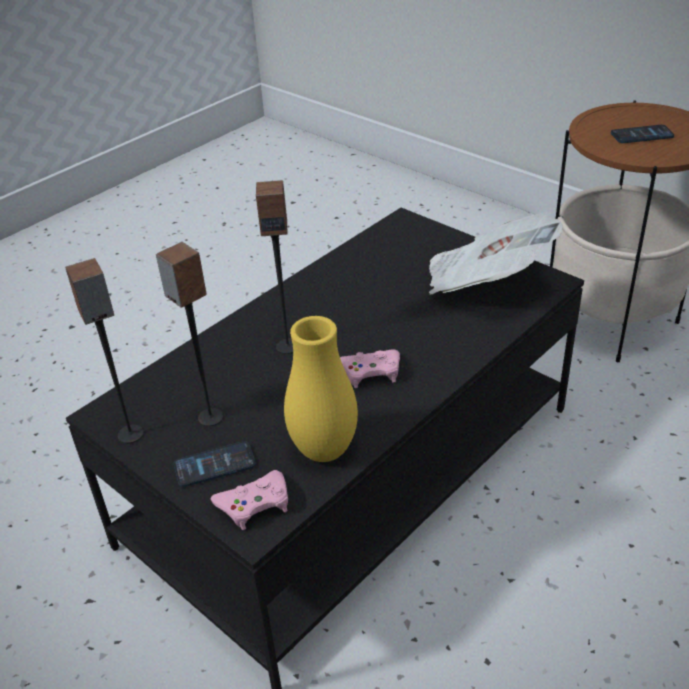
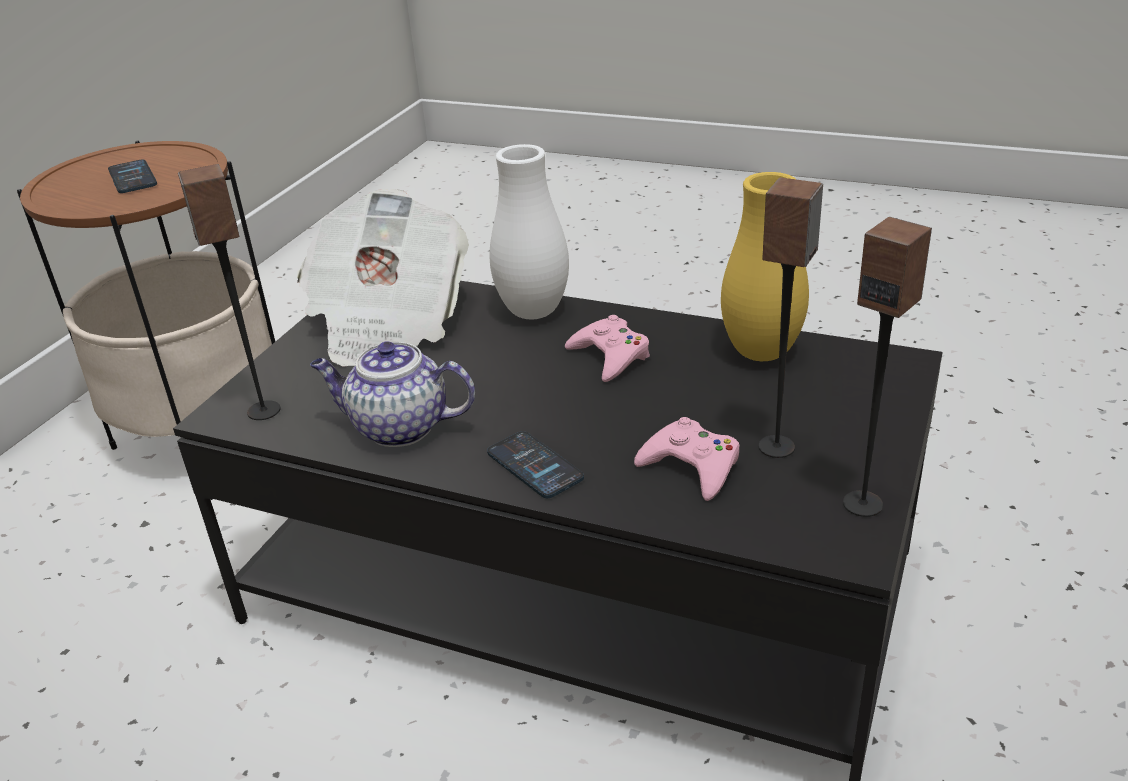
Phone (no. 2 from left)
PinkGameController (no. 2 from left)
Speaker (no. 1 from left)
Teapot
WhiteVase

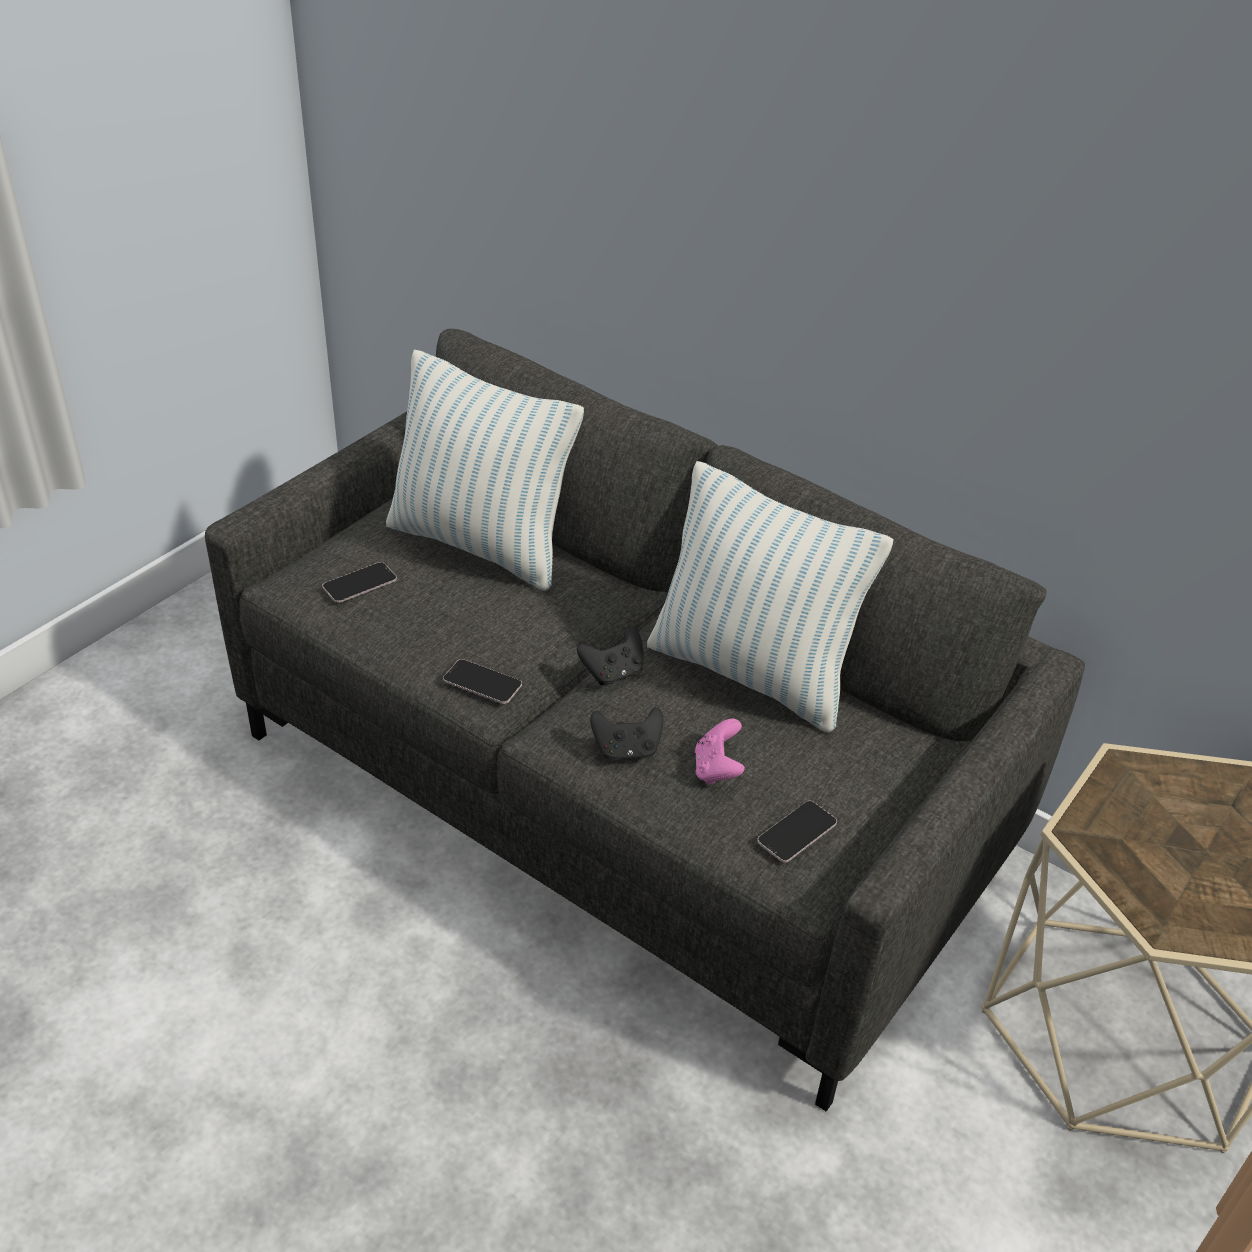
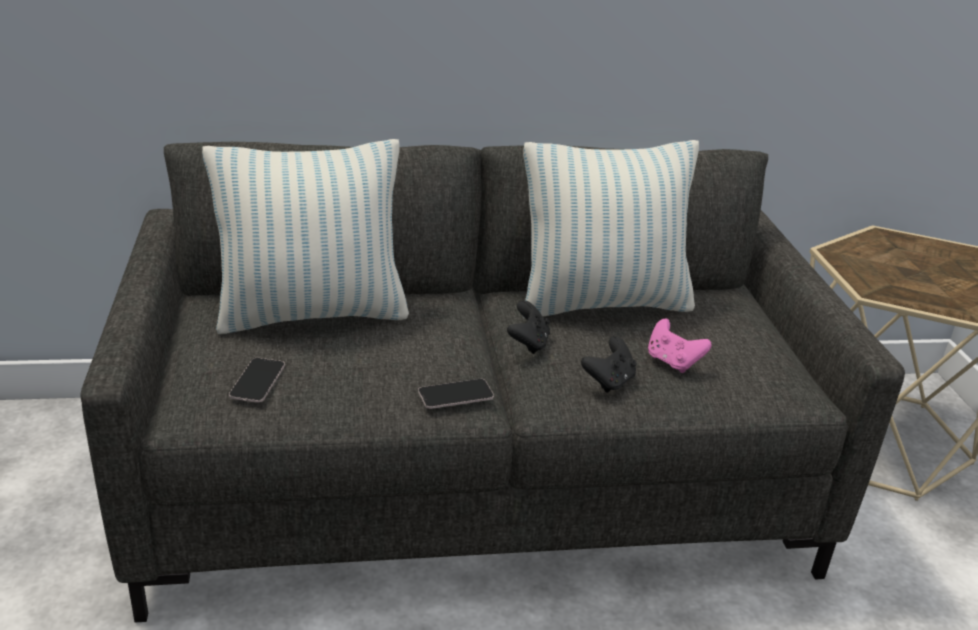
Phone (no. 3 from left in the first image)

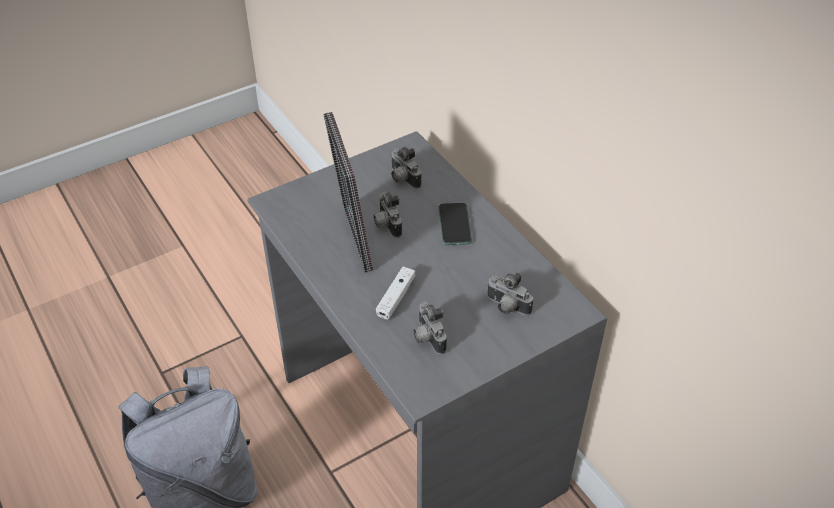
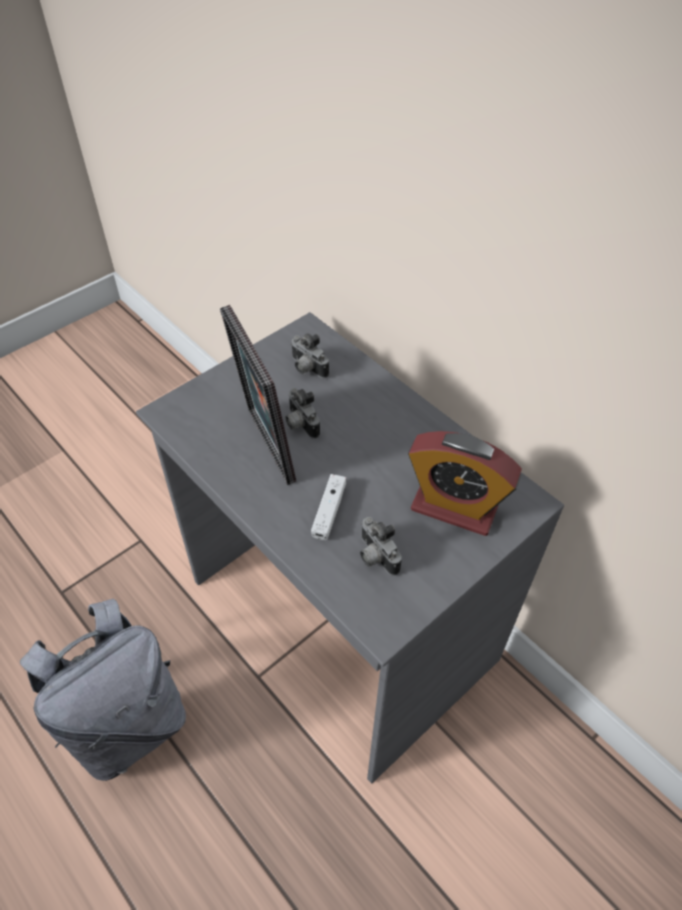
Phone
AlarmClock

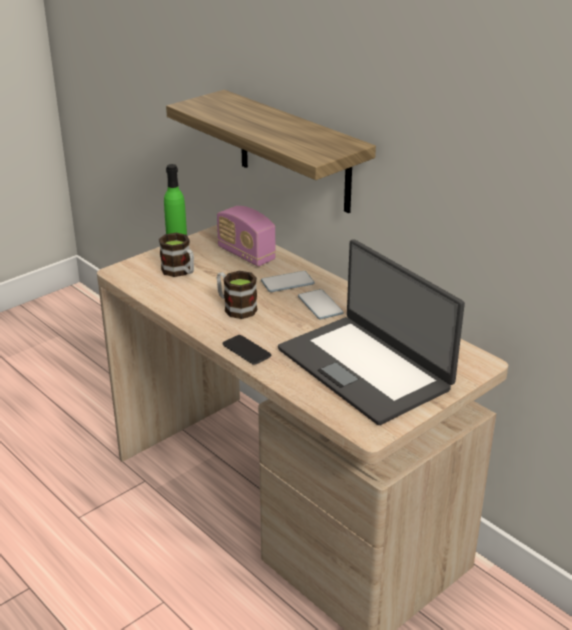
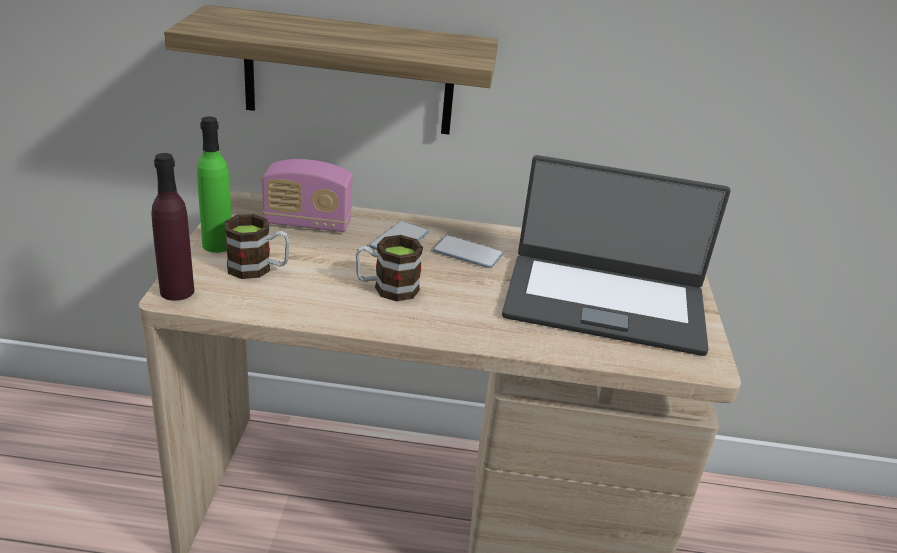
Phone (no. 1 from left in the first image)
PurpleBottle

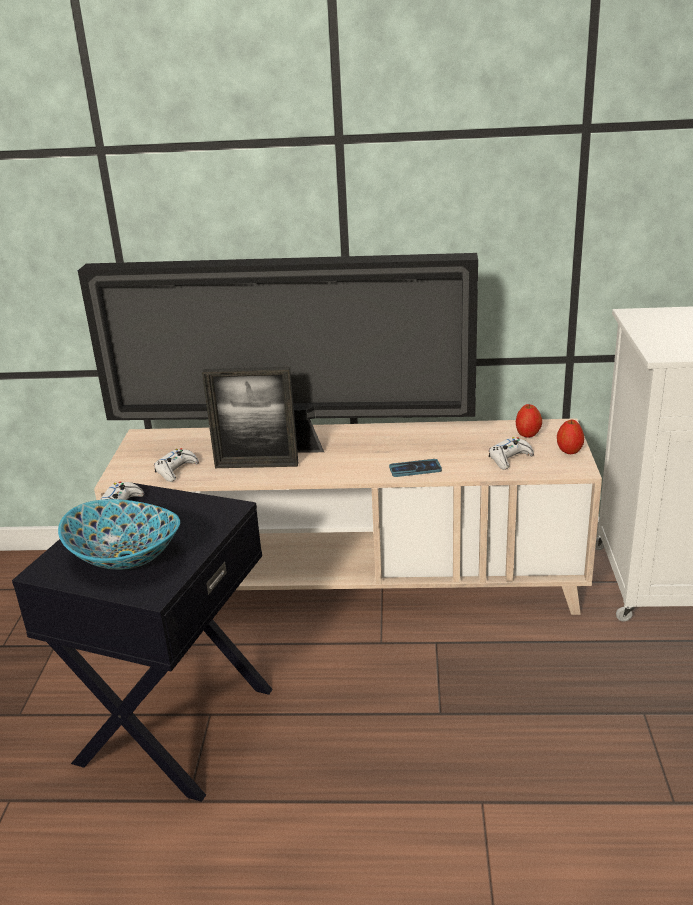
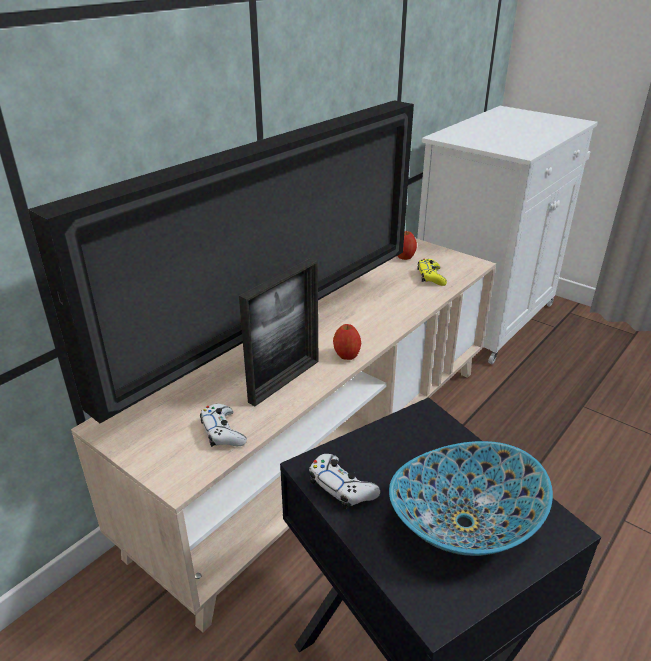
Phone
YellowGameController
Apple (no. 1 from left)

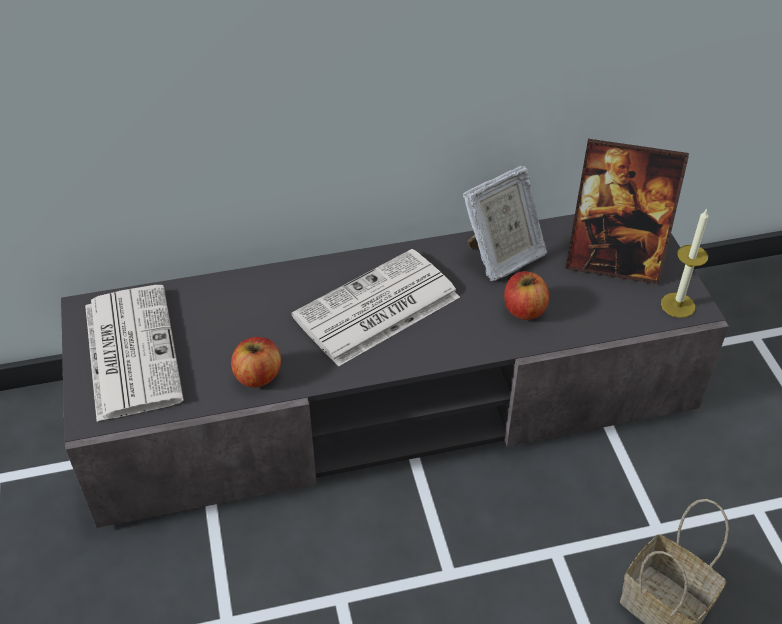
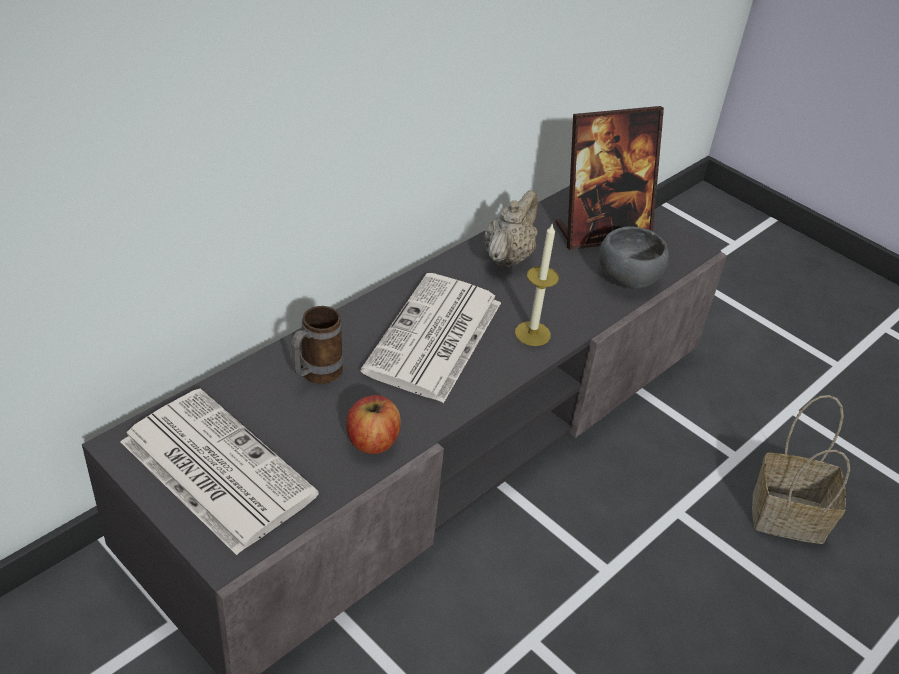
BeigeTeapot
Apple (no. 2 from left in the first image)
Candle
Mug
GreyBowl

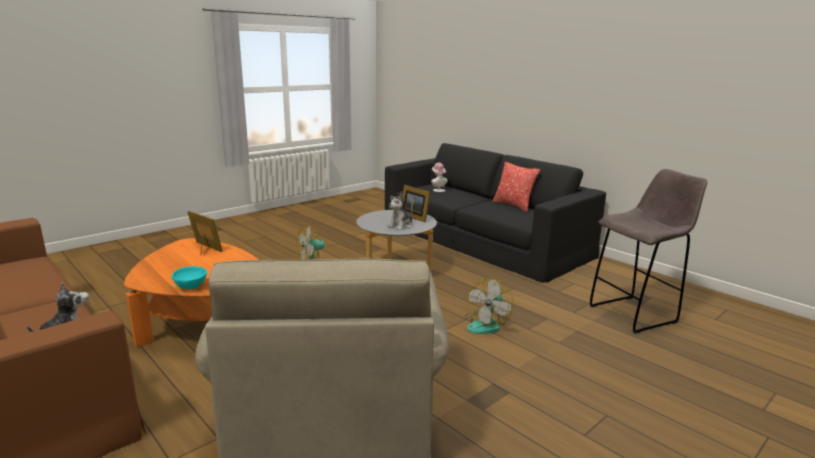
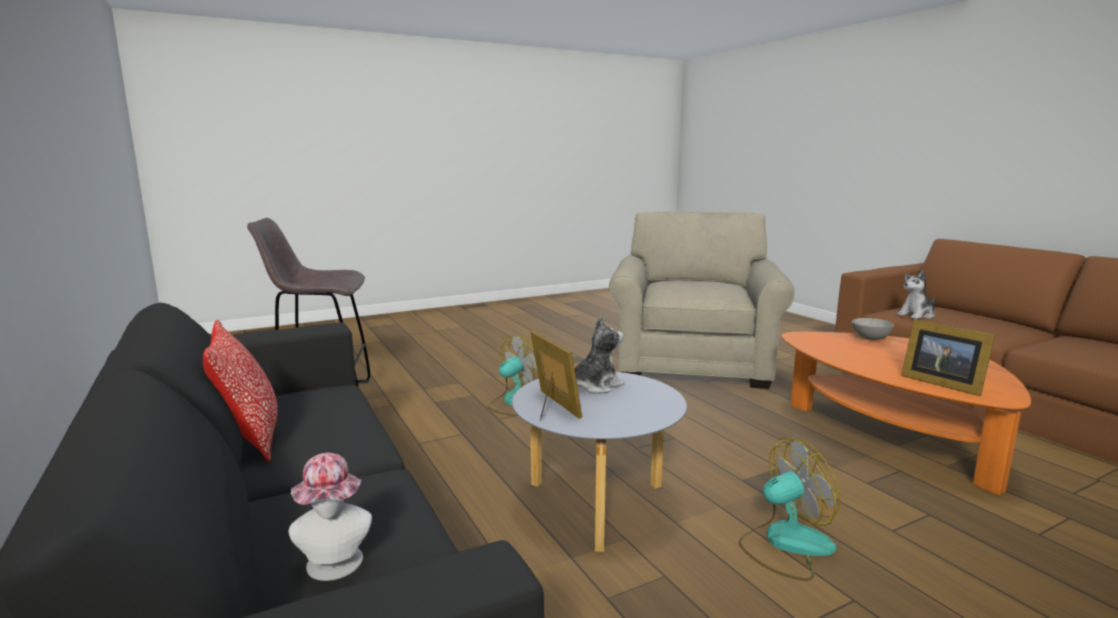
GreyBowl

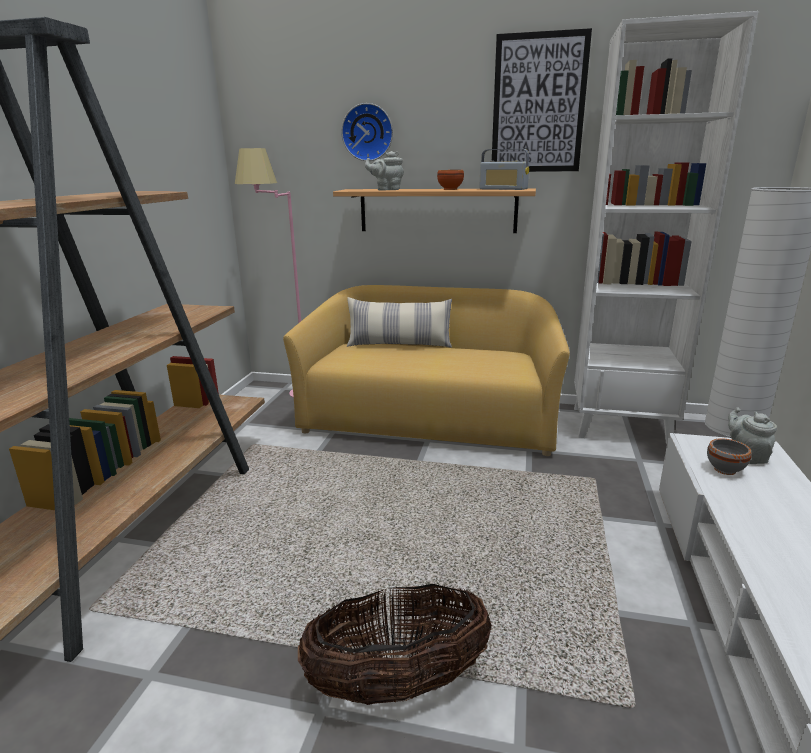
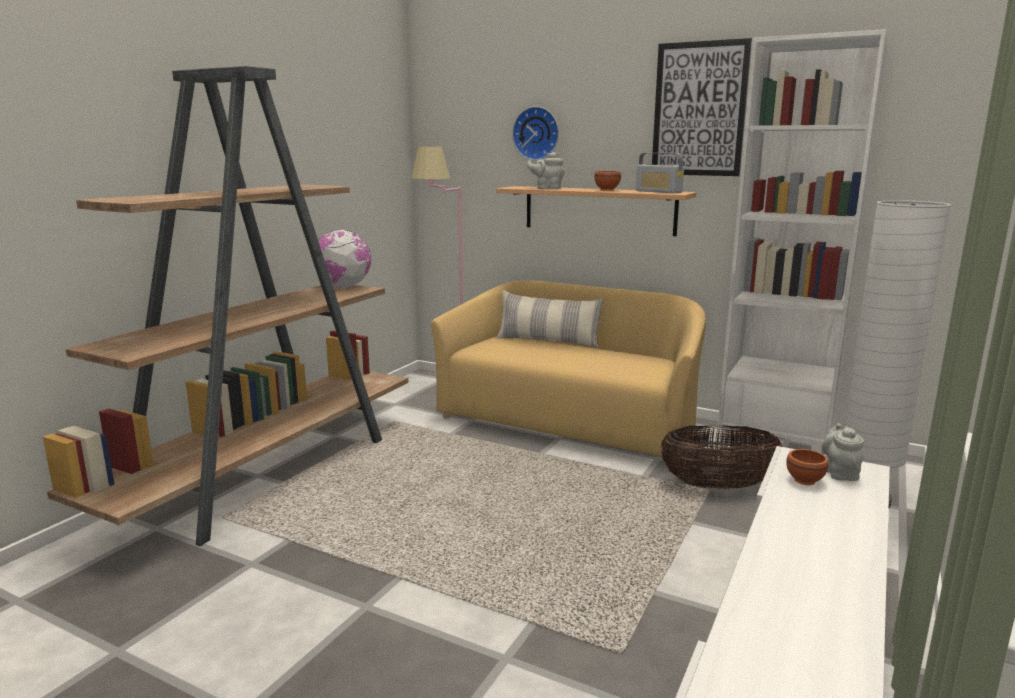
Basket
BrownBowl (no. 2 from left)
Globe

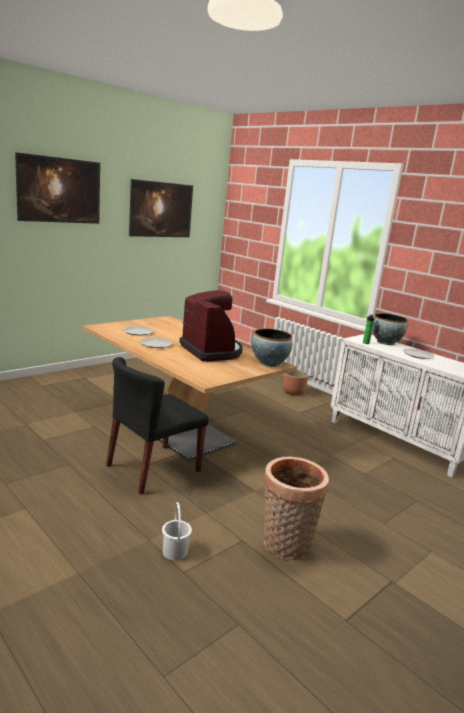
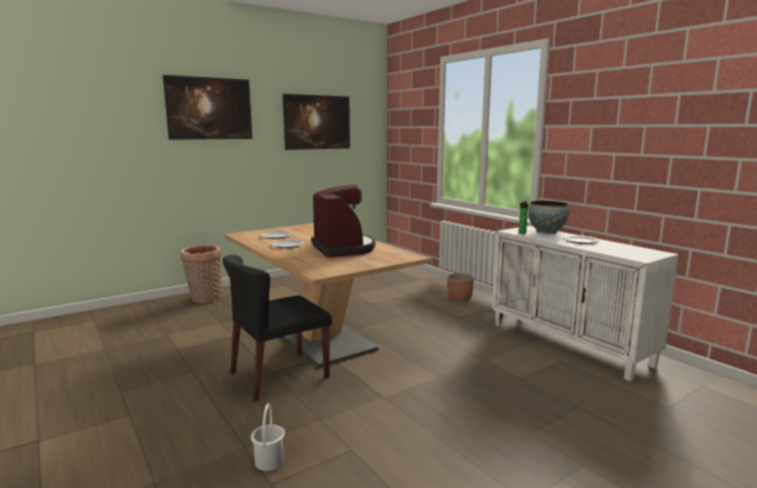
Bowl (no. 1 from left in the first image)
Basket

